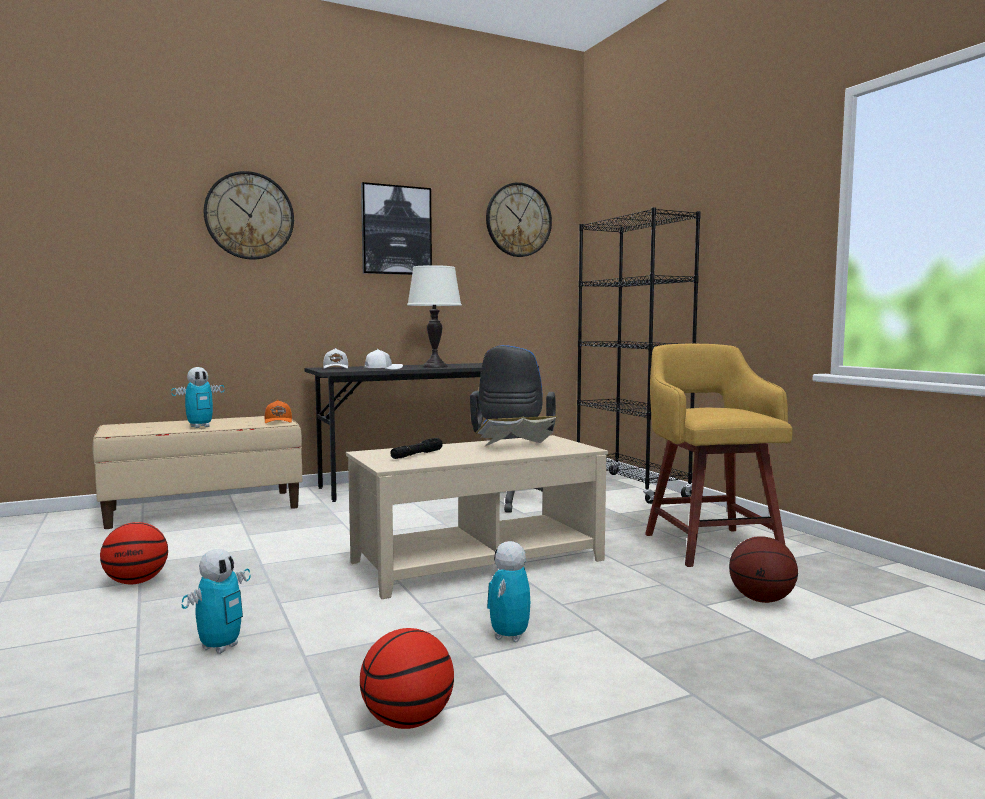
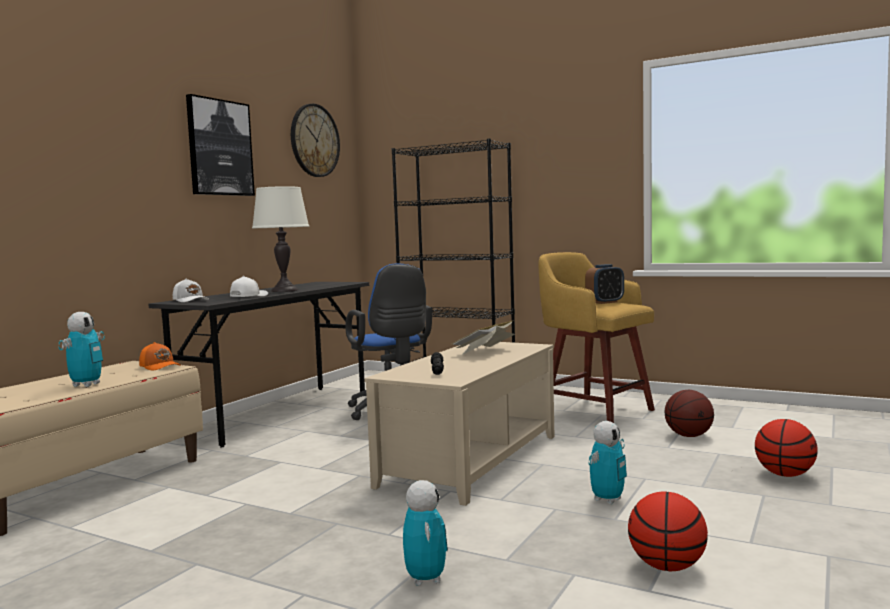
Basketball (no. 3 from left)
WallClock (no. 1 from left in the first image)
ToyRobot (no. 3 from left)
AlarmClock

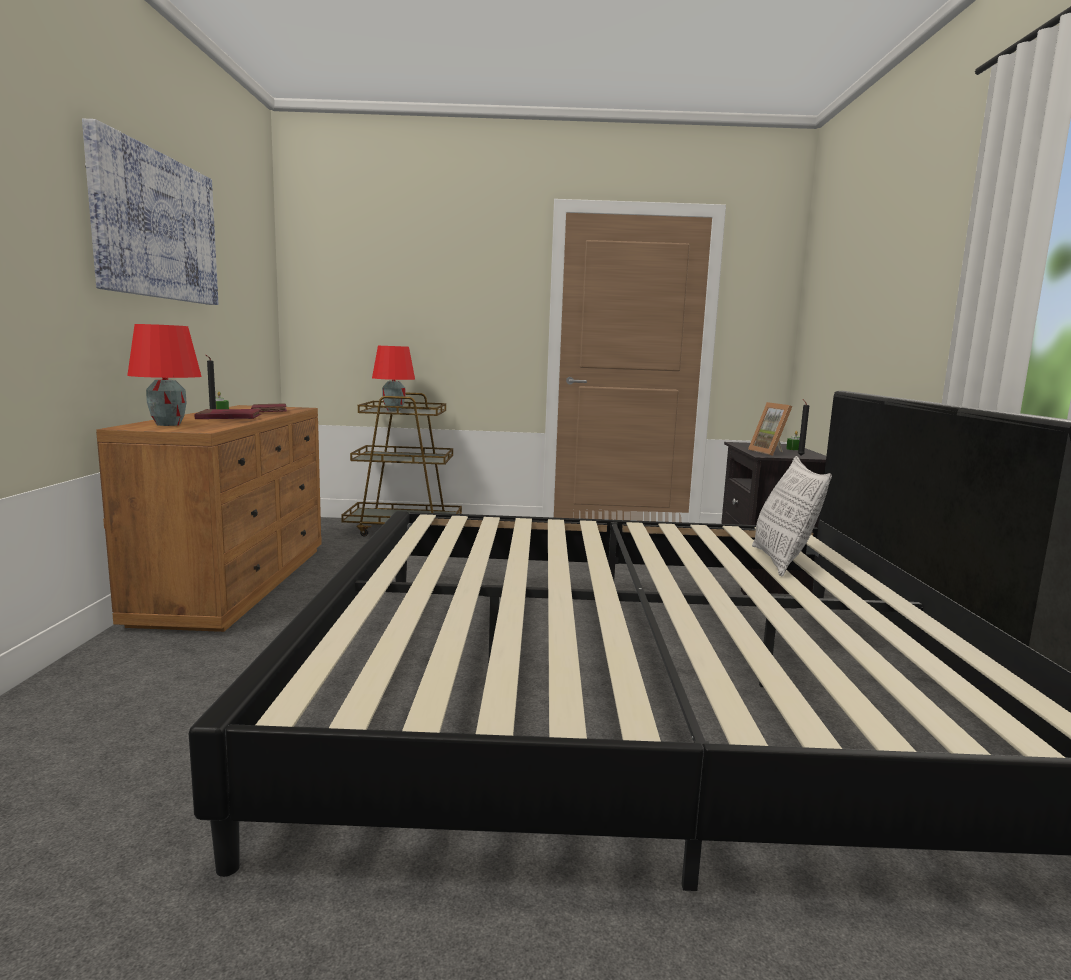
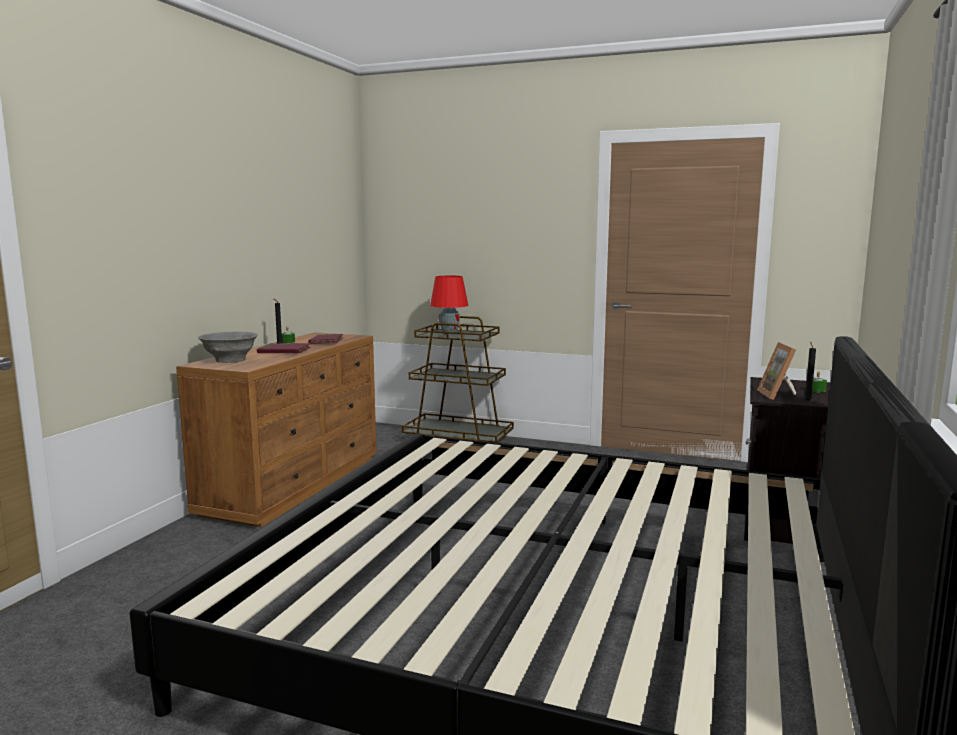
Picture
GreyBowl
Pillow

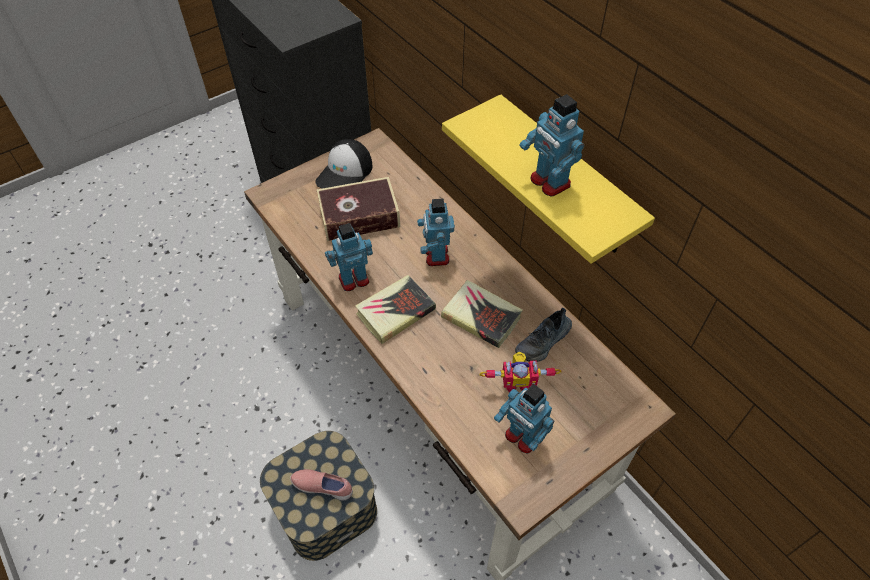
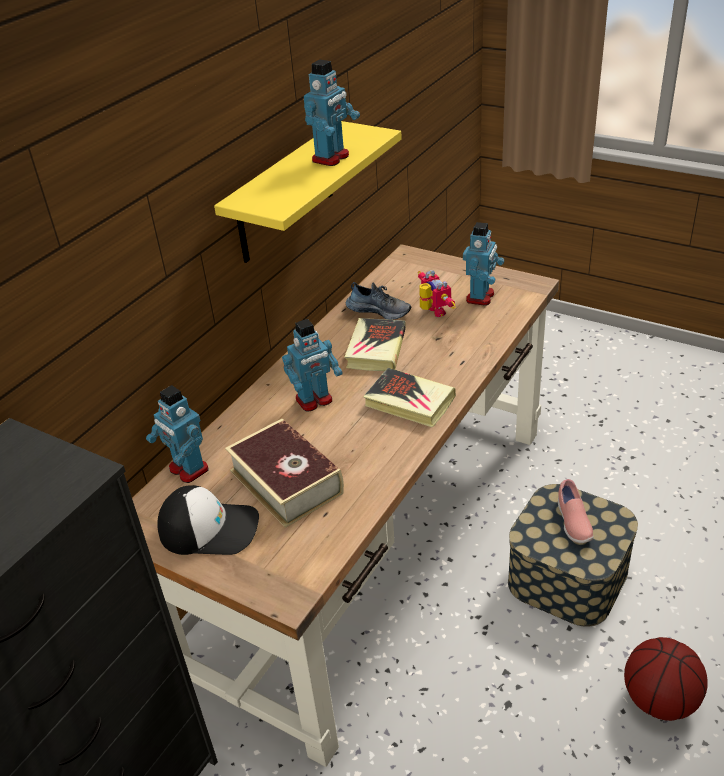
ToyRobot (no. 1 from left)
Basketball

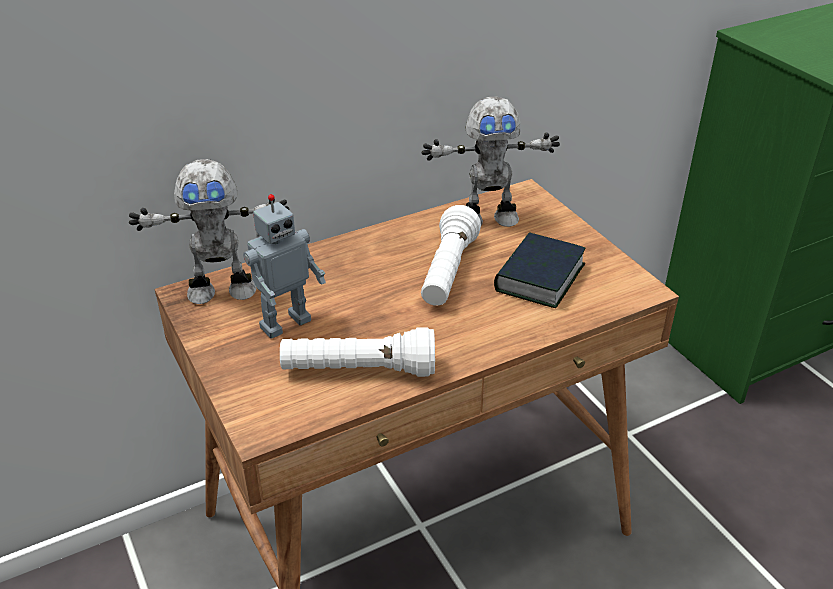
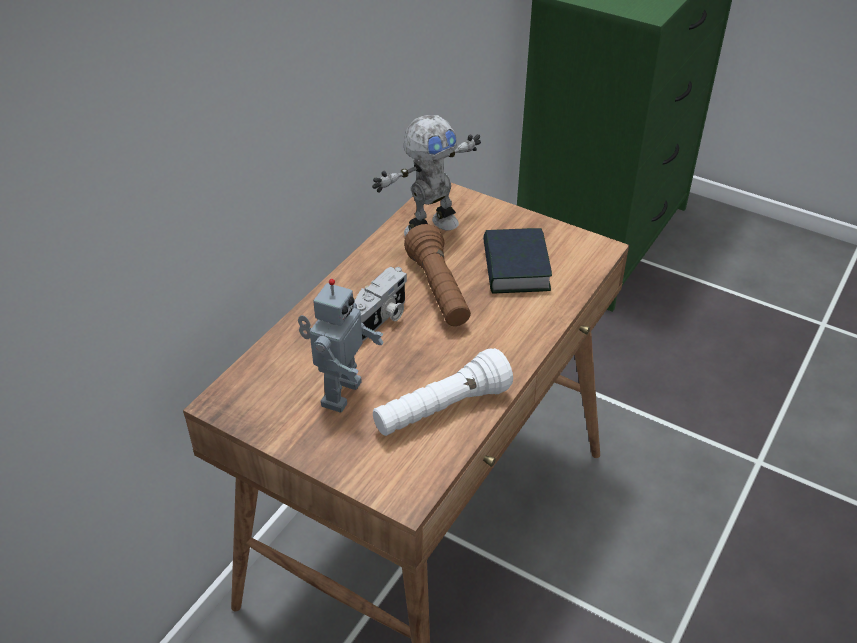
ToyRobot (no. 1 from left in the first image)
BrownFlashlight
PhotoCamera

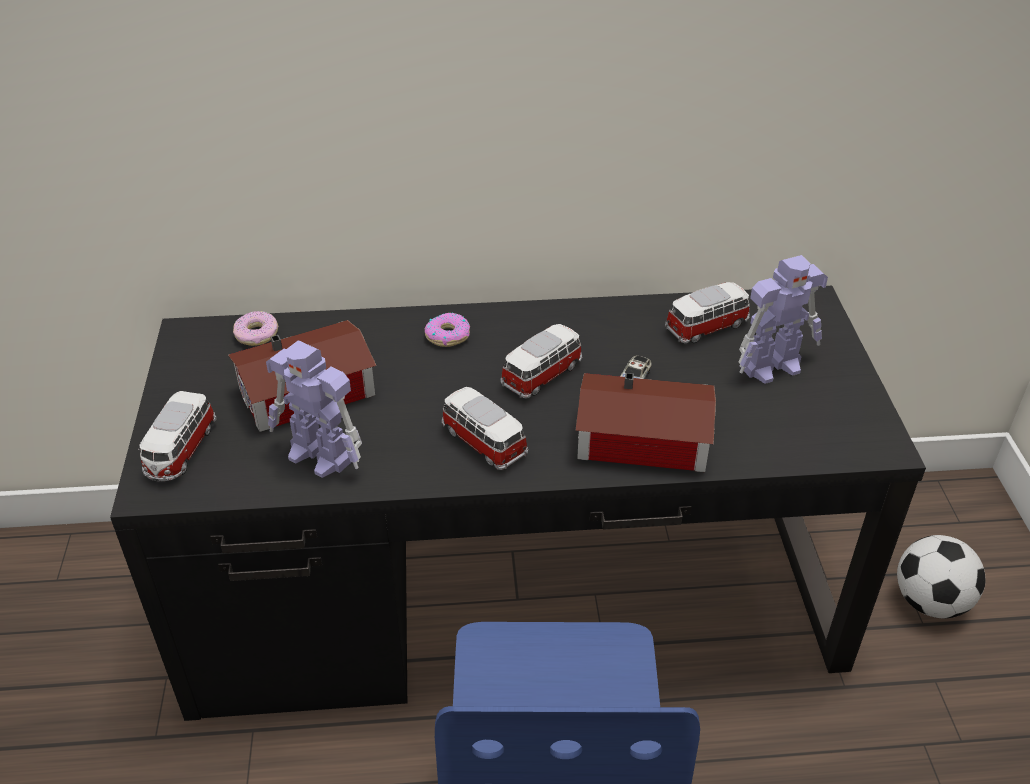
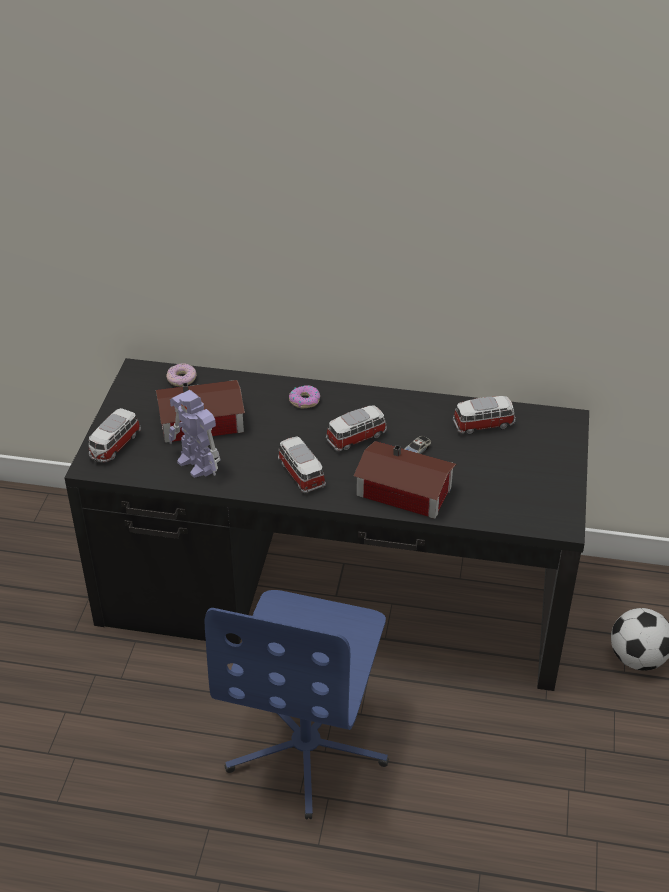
ToyRobot (no. 2 from left in the first image)

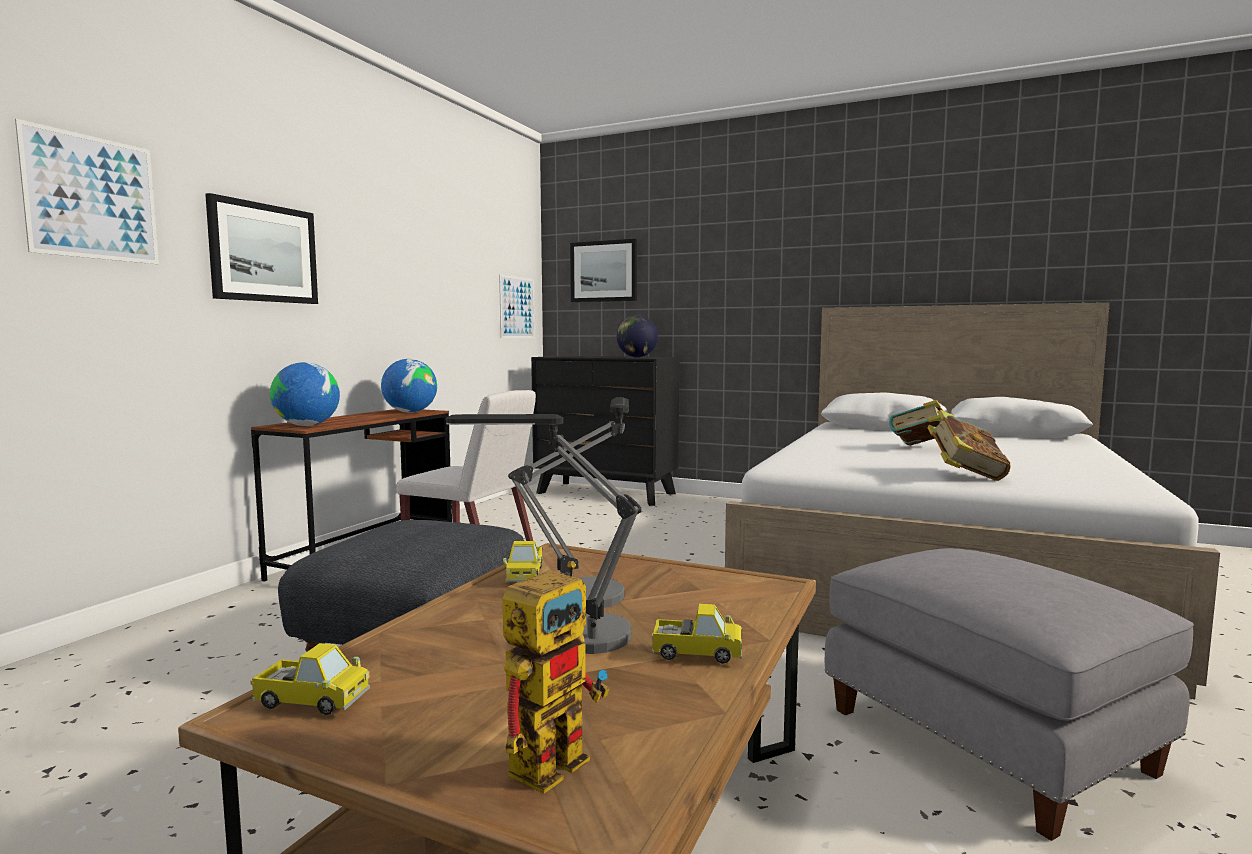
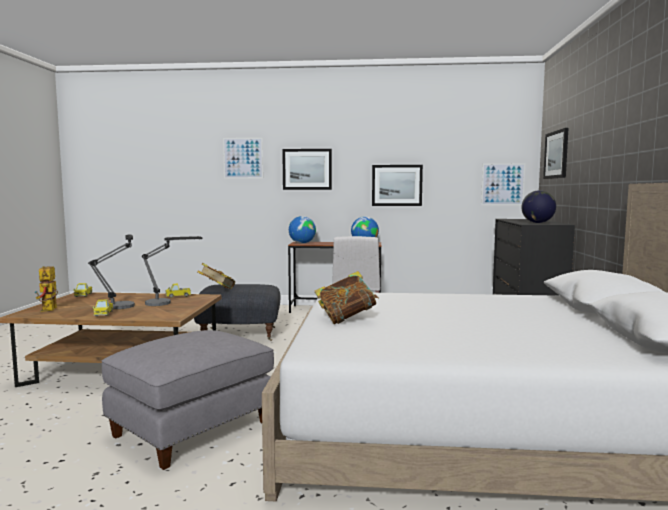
ToyRobot
Book (no. 1 from left)
Picture (no. 3 from left)

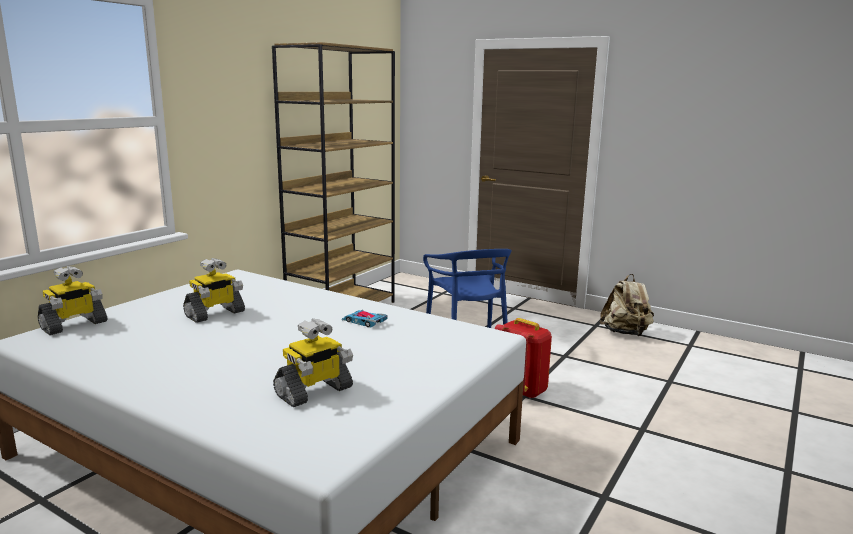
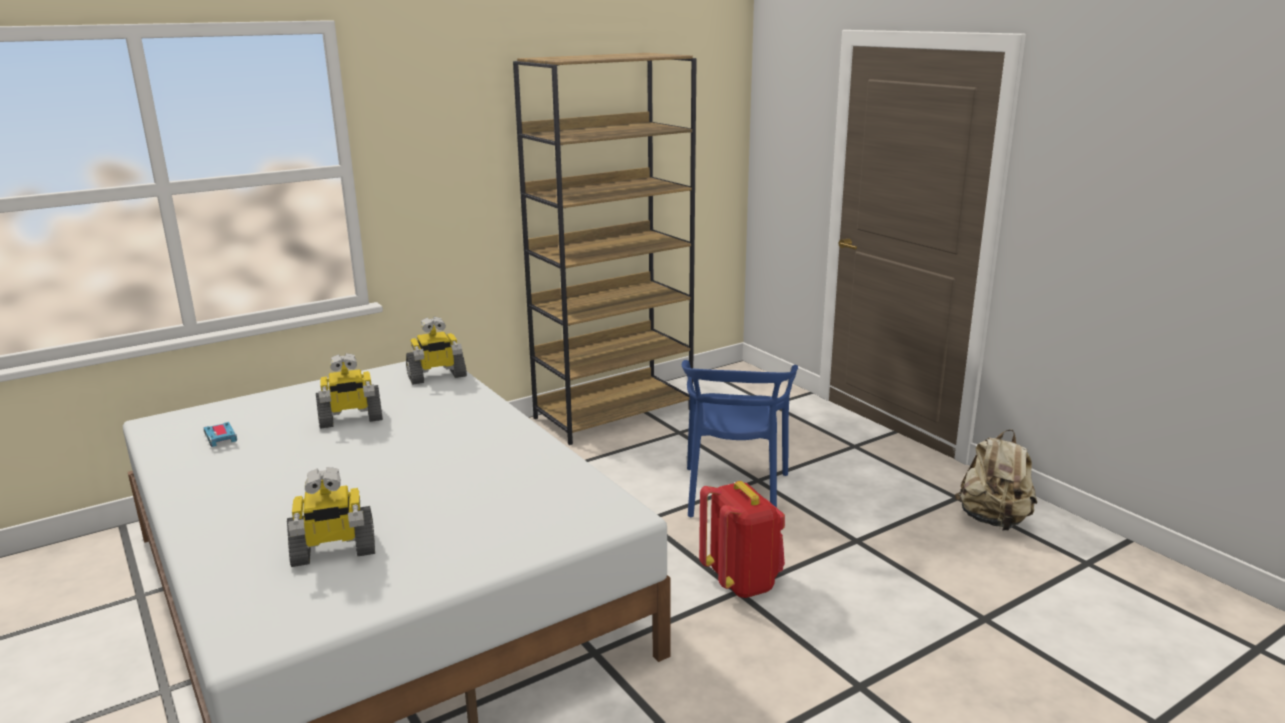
ToyRobot (no. 3 from left)
ToyCar

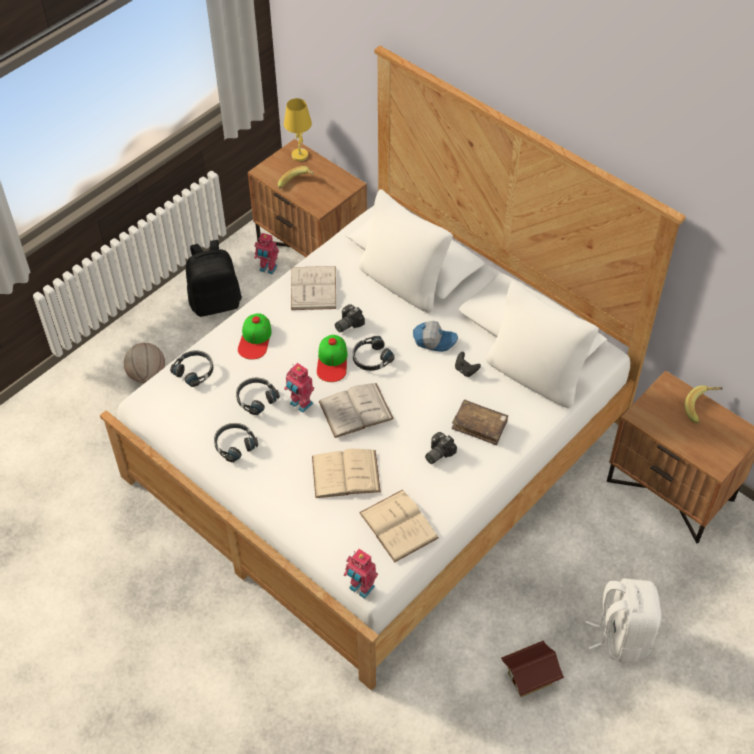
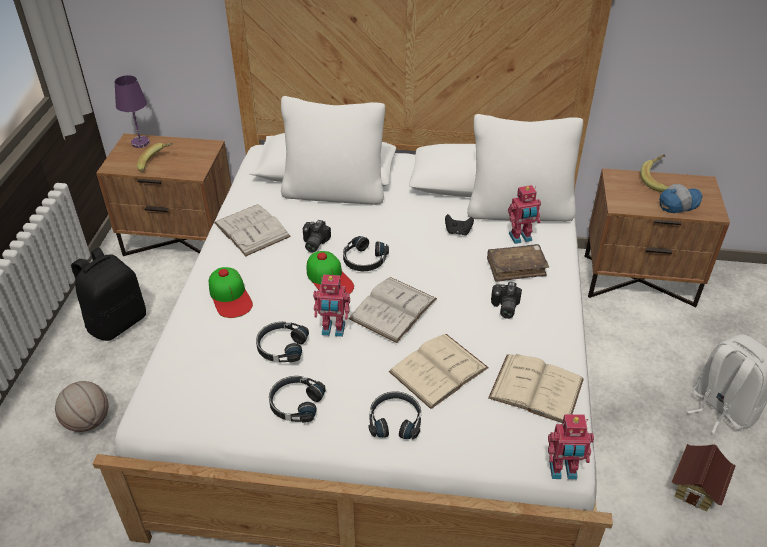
BlackHeadphones (no. 4 from left)
ToyRobot (no. 2 from left)
PurpleTableLamp
Cap (no. 3 from left)

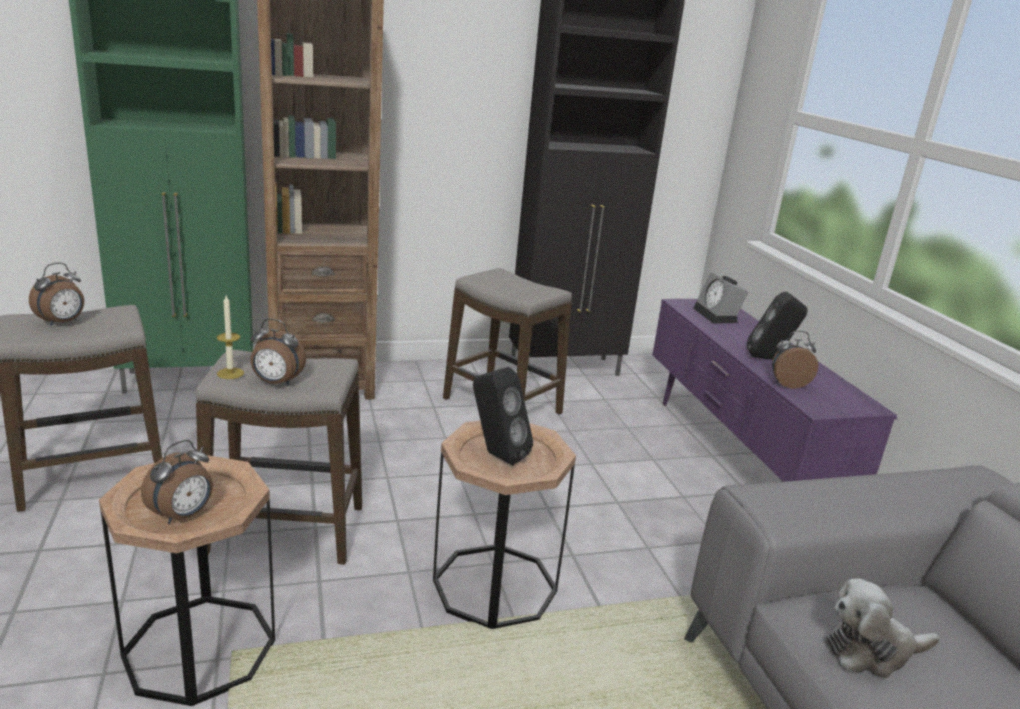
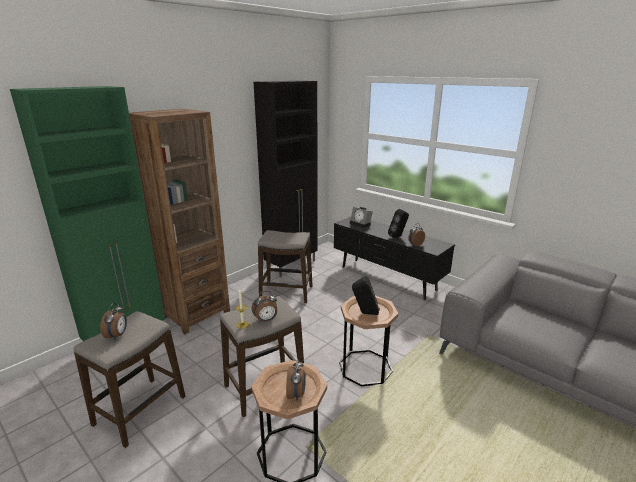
BlackTvStand
PlushToy

